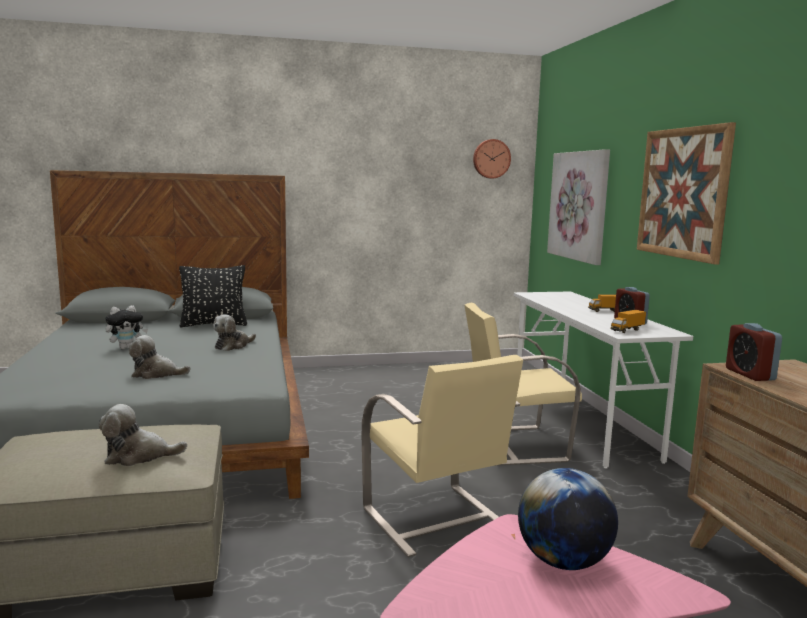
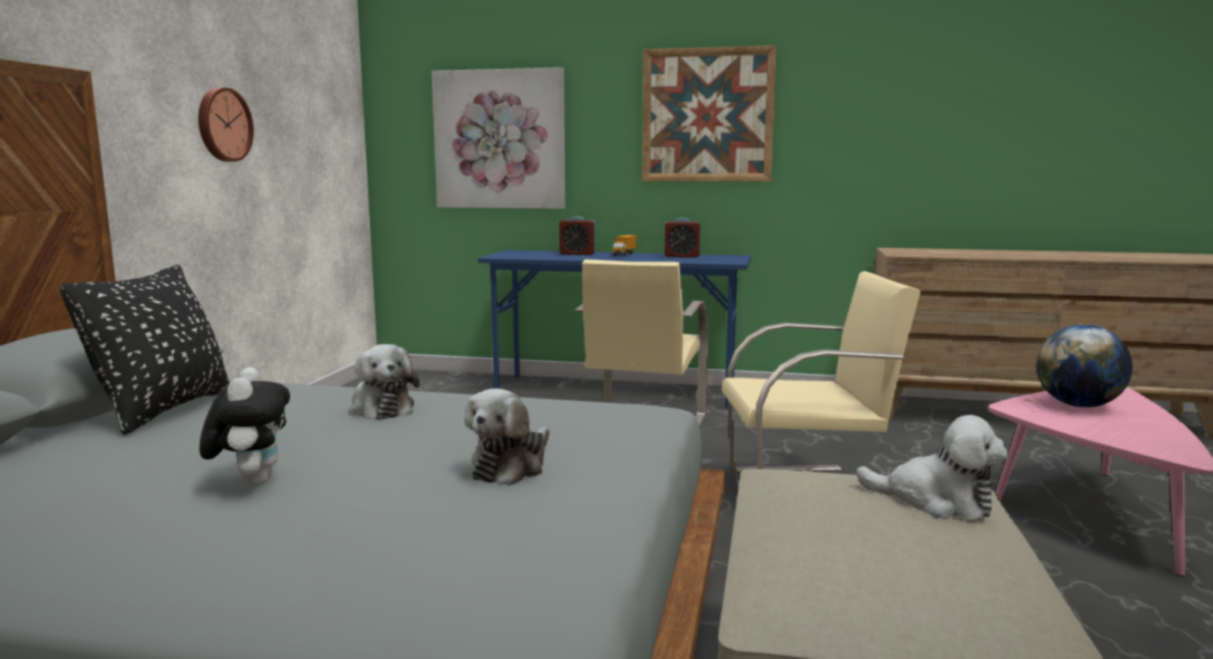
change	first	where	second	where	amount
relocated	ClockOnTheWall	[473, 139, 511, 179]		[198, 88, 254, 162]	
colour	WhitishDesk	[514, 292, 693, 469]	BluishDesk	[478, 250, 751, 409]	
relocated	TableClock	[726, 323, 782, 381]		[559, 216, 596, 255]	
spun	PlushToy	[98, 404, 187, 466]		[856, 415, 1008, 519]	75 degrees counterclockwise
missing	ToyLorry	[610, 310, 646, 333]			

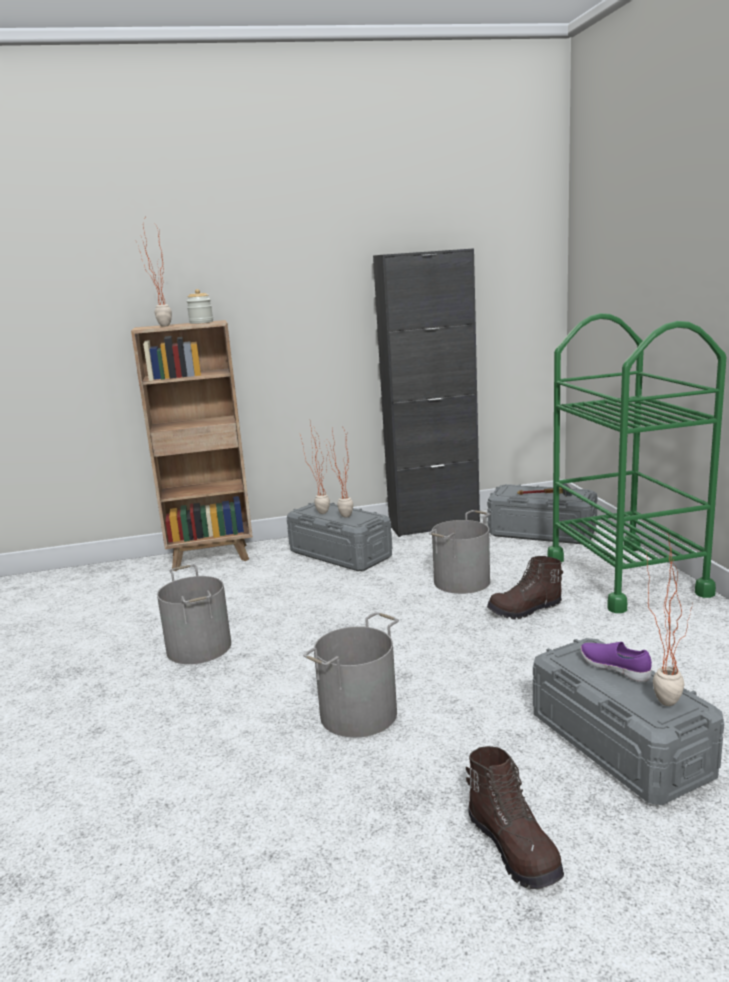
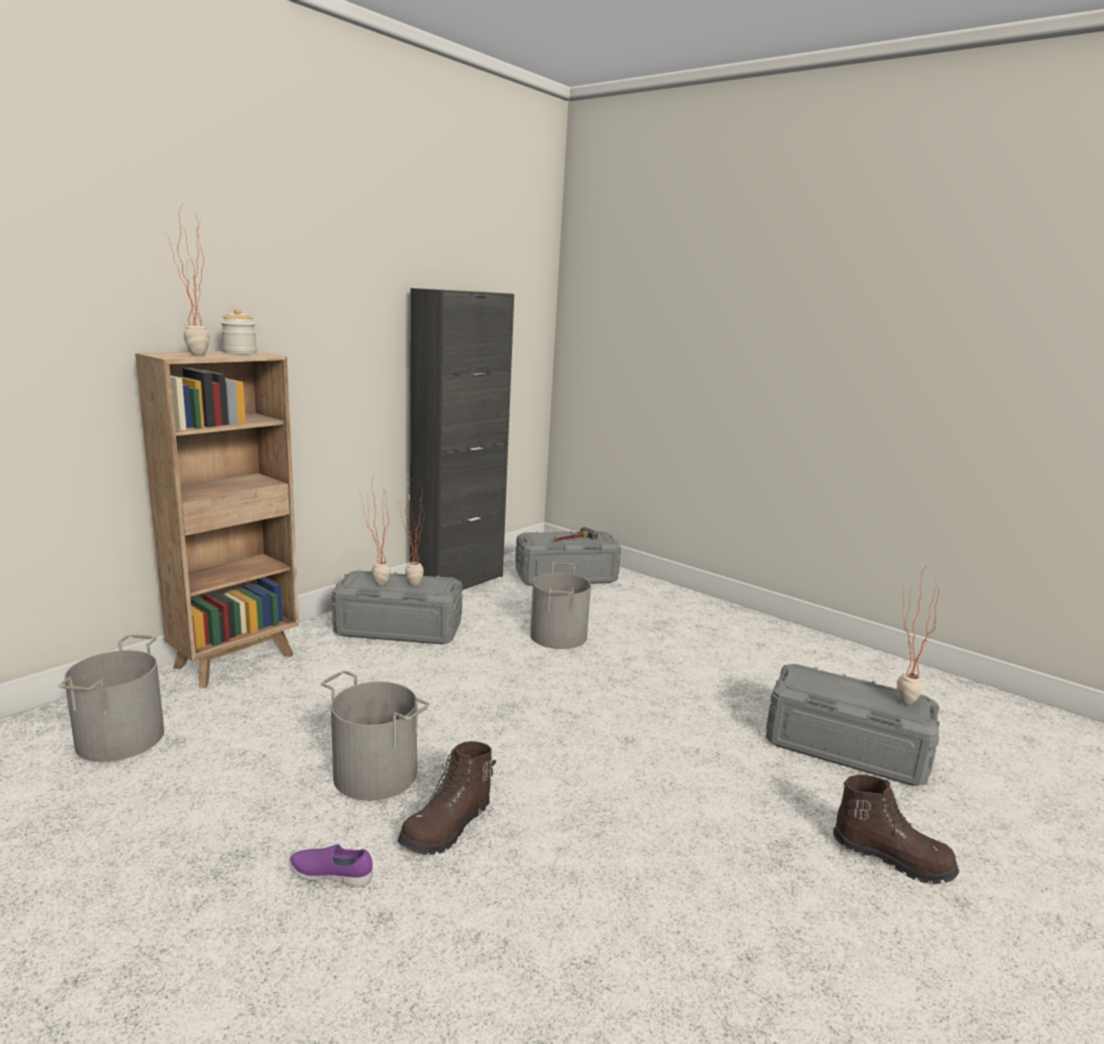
change	first	where	second	where	amount
relocated	GreyishWaterBucket	[303, 612, 399, 738]		[58, 635, 164, 762]	
relocated	PurplishLowShoe	[580, 642, 652, 682]		[290, 844, 373, 887]	
relocated	BrownishHighTopBoot	[487, 556, 563, 619]		[397, 741, 496, 855]	
missing	GreenishTrolley	[548, 313, 726, 613]			

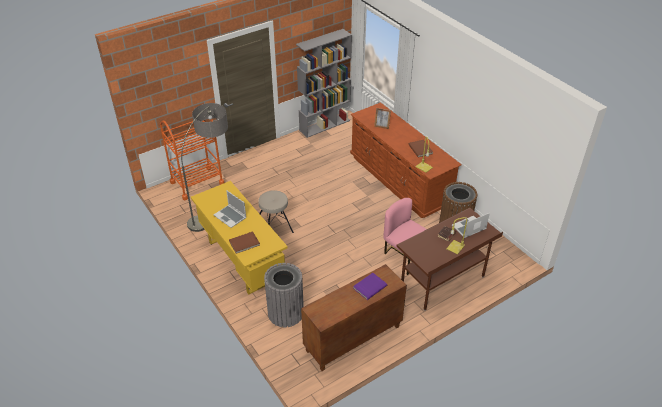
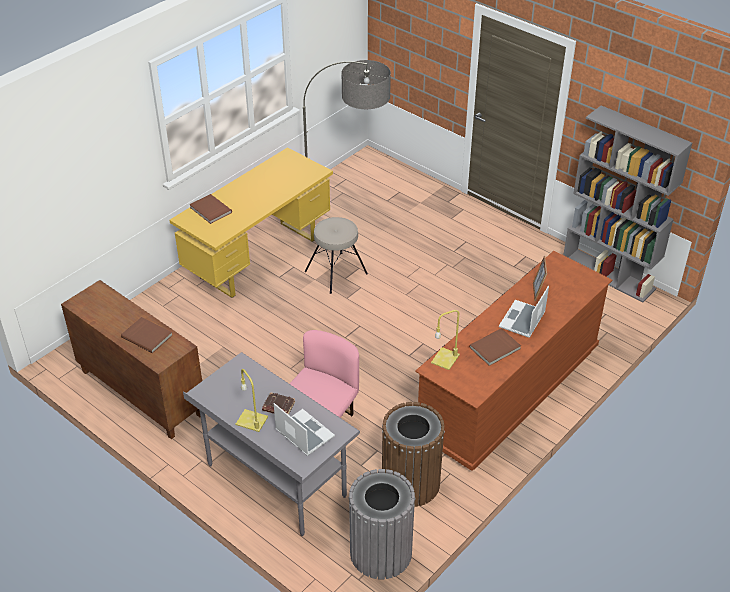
change	first	where	second	where	amount
colour	PurplishBoundBook	[353, 273, 387, 300]	BrownishBoundBook	[121, 317, 173, 353]	
colour	BrownishDesk	[396, 208, 503, 311]	GreyishDesk	[183, 352, 360, 536]	
relocated	GreyishTrashCan	[264, 263, 304, 327]		[348, 469, 415, 579]	
relocated	Laptop	[214, 190, 247, 228]		[499, 286, 549, 338]	
missing	OrangeTrolley	[160, 119, 224, 200]			

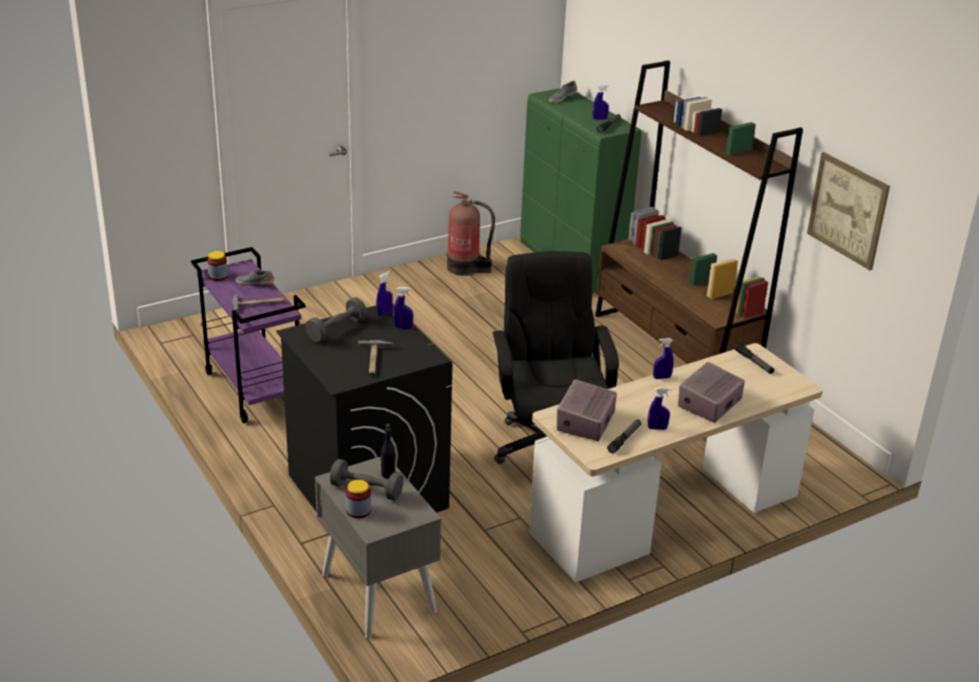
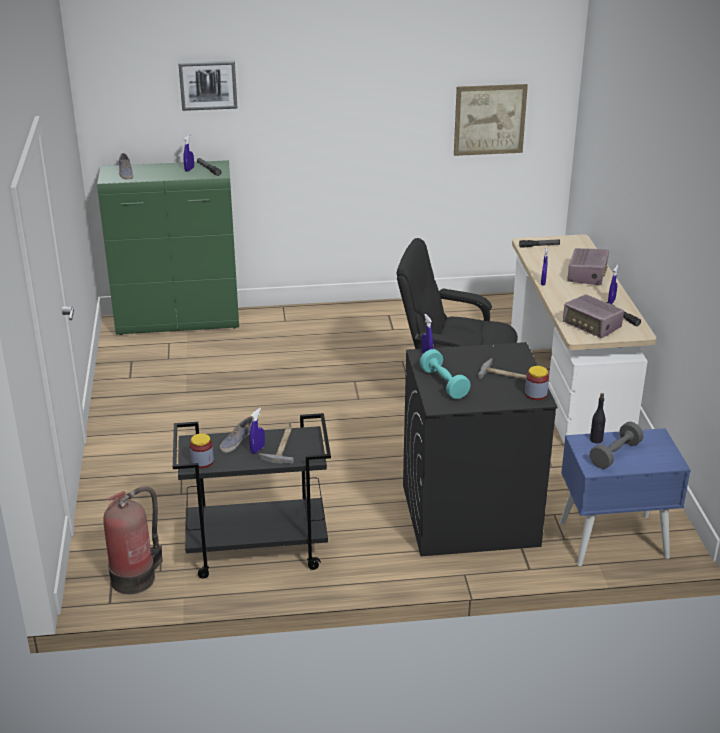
change	first	where	second	where	amount
relocated	FireFightingCylinder	[447, 191, 495, 276]		[103, 486, 163, 594]	
colour	PurplishTrolley	[191, 247, 305, 423]	BlackTrolley	[173, 413, 331, 579]	
appeared			WallPicture	[178, 60, 237, 111]	
relocated	BluishSprayer	[393, 287, 413, 329]		[249, 408, 265, 454]	
colour	GreyishHandWeight	[305, 297, 367, 343]	TurquoiseColouredHandWeight	[419, 349, 471, 399]	
relocated	StorageJar	[346, 480, 371, 518]		[525, 366, 549, 400]	
colour	GreyishNightstand	[315, 456, 441, 638]	BluishNightstand	[560, 428, 691, 566]	
spun	RadioSet	[678, 362, 745, 423]		[567, 248, 609, 285]	135 degrees counterclockwise
missing	BrownishBookcase	[595, 60, 803, 364]			

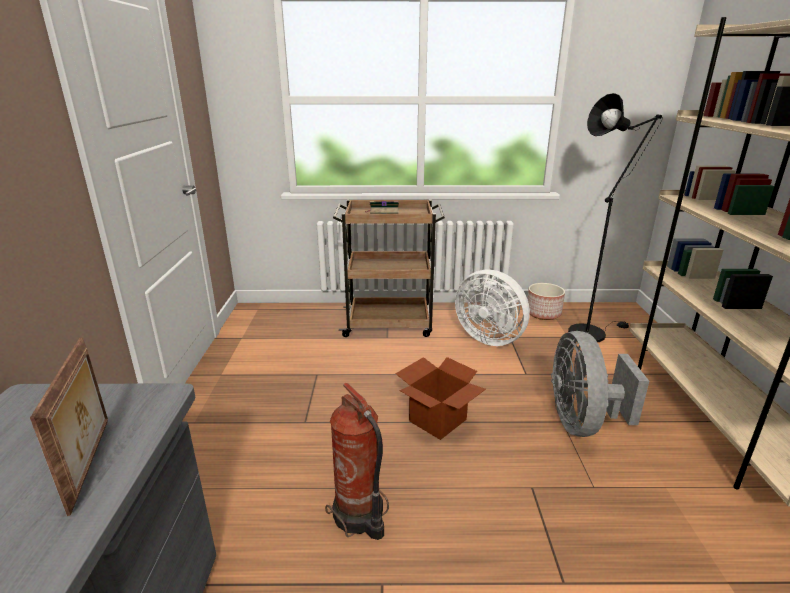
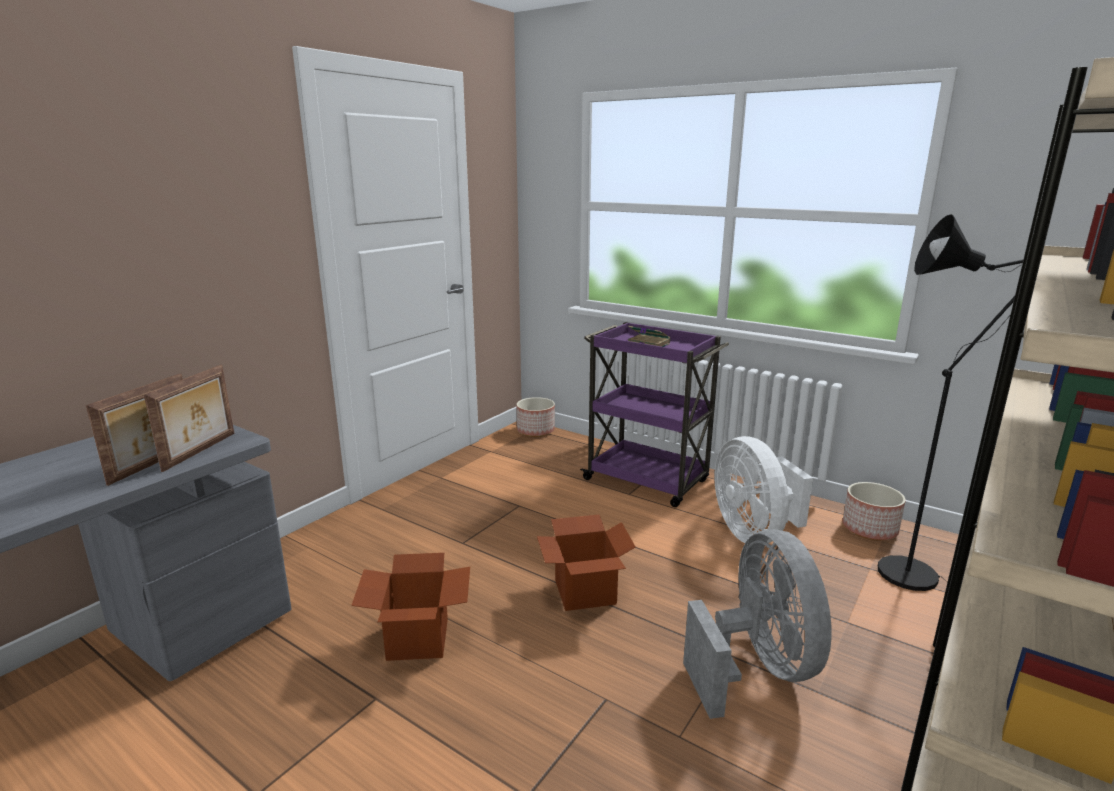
change	first	where	second	where	amount
appeared			PhotoFrame	[144, 365, 234, 472]	
exchanged	FireFightingCylinder	[325, 383, 389, 540]	PackingBox	[351, 553, 470, 661]	
appeared			PlantPot	[516, 397, 555, 437]	
colour	BrownishTrolley	[333, 200, 445, 337]	PurplishTrolley	[580, 322, 729, 507]	
spun	GreyishCoolingFan	[551, 331, 649, 437]		[683, 529, 832, 719]	135 degrees clockwise

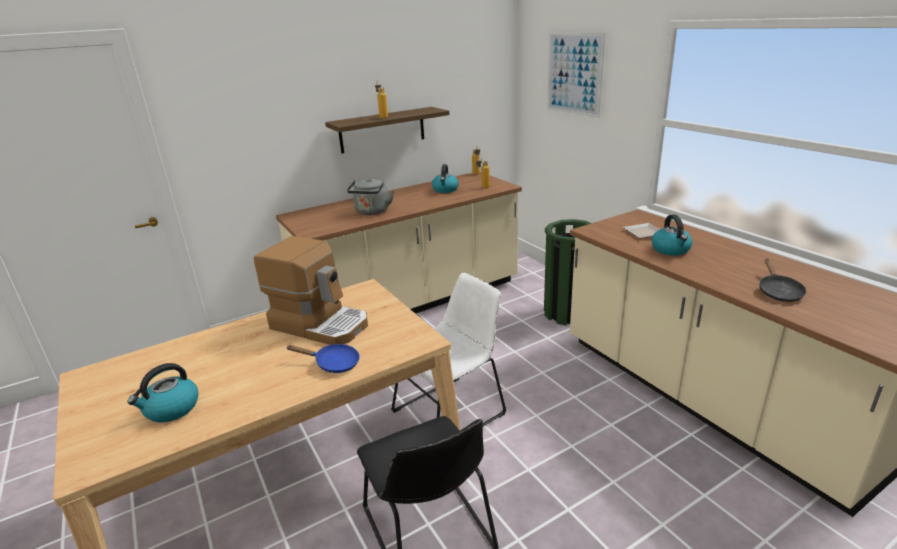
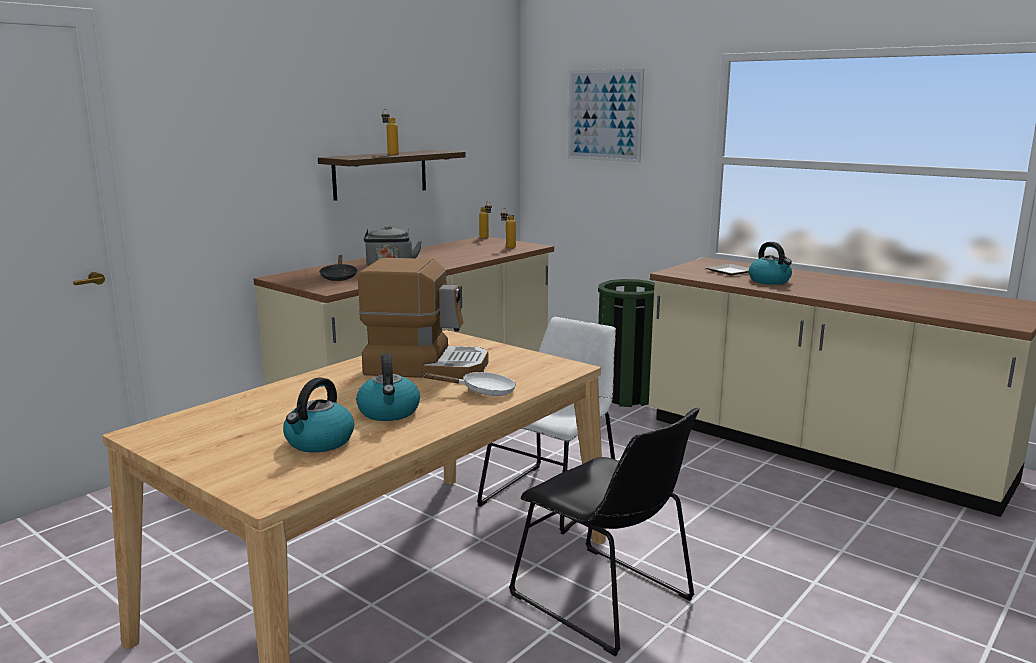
change	first	where	second	where	amount
relocated	BlackPan	[759, 259, 806, 302]		[319, 255, 358, 281]	
relocated	TeaKettle	[432, 164, 459, 193]		[356, 353, 420, 421]	
colour	BluishPan	[286, 344, 360, 373]	WhitishPan	[424, 372, 516, 396]	

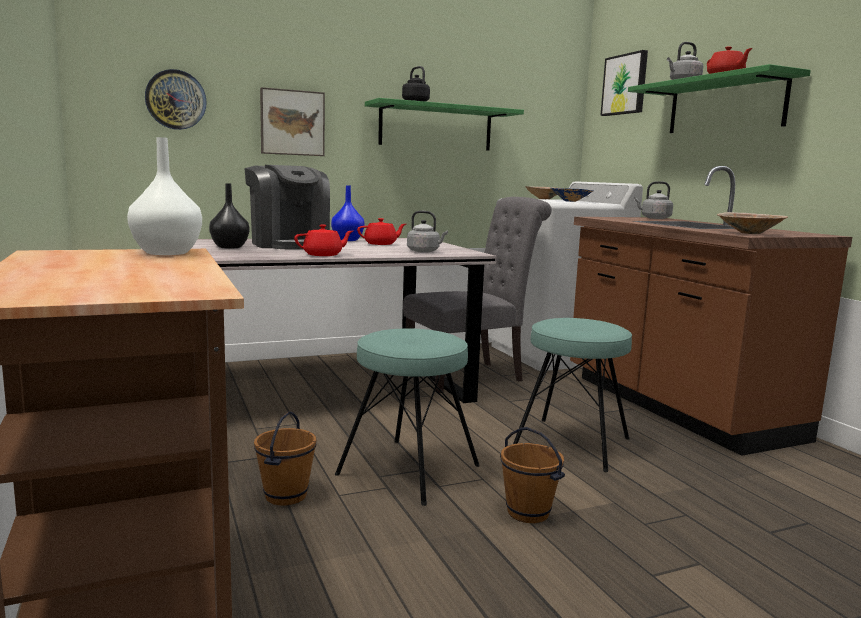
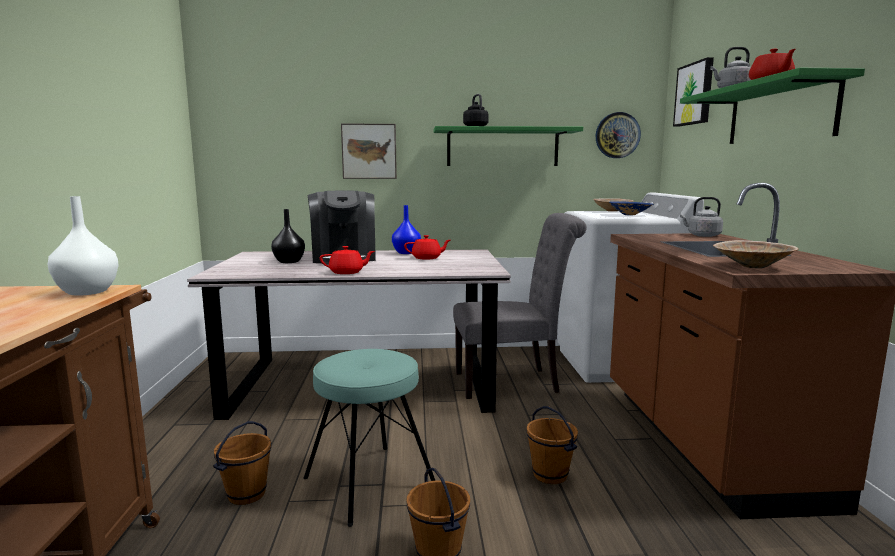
change	first	where	second	where	amount
exchanged	TurquoiseColouredStool	[513, 318, 632, 472]	BrownishWaterBucket	[527, 406, 578, 484]	
relocated	ClockOnTheWall	[145, 69, 207, 130]		[596, 112, 641, 158]	
missing	GreyishTeaKettle	[407, 211, 448, 253]			

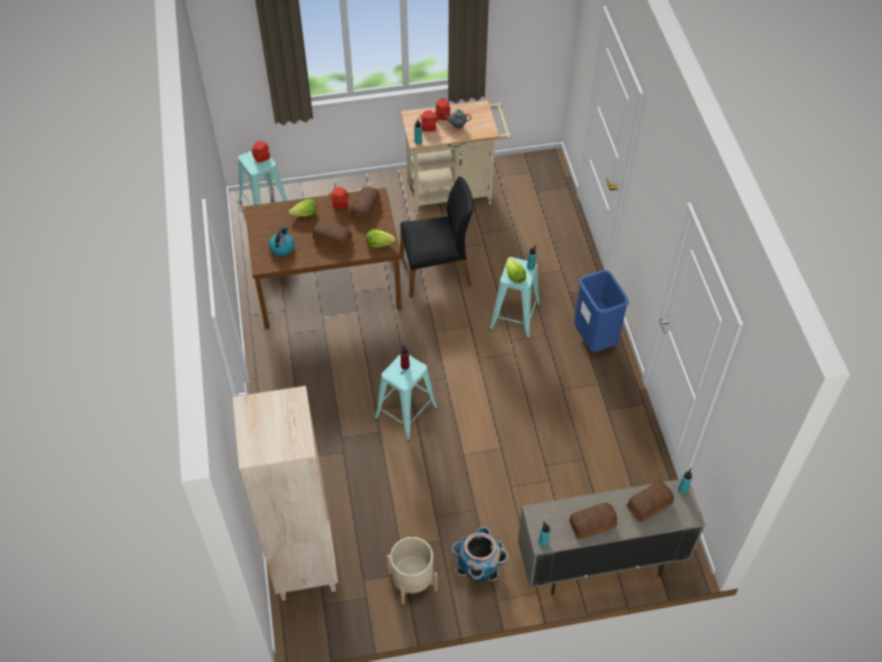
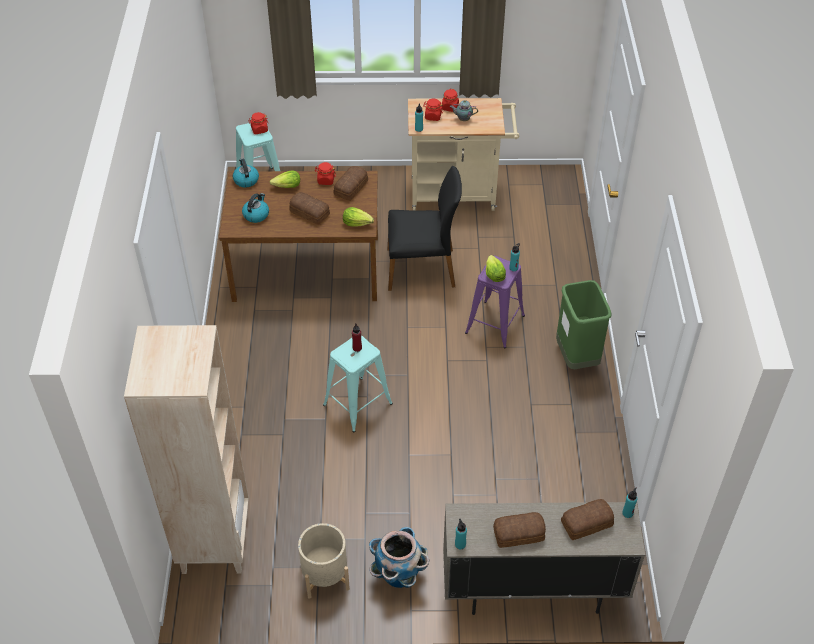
change	first	where	second	where	amount
appeared			TeaKettle	[233, 159, 259, 187]	
colour	TurquoiseColouredStool	[489, 257, 540, 339]	PurplishStool	[465, 256, 525, 348]	
colour	BluishTrashCan	[574, 270, 629, 352]	GreenishTrashCan	[556, 280, 612, 369]	

